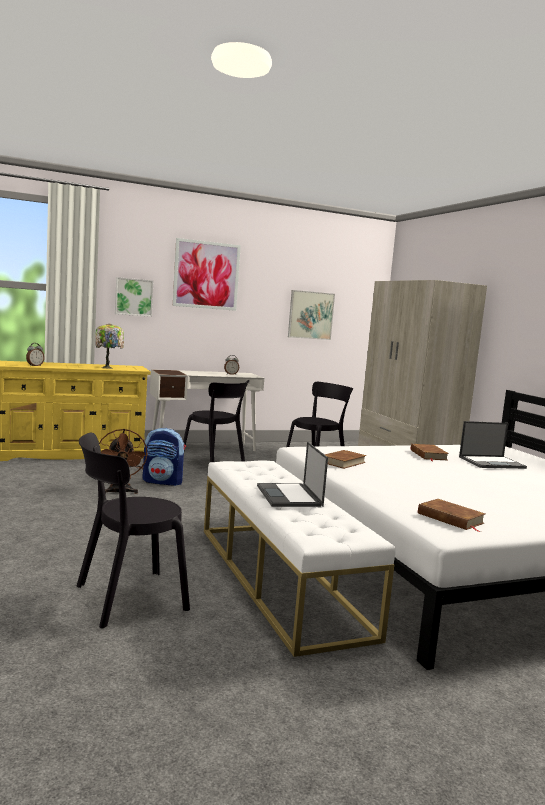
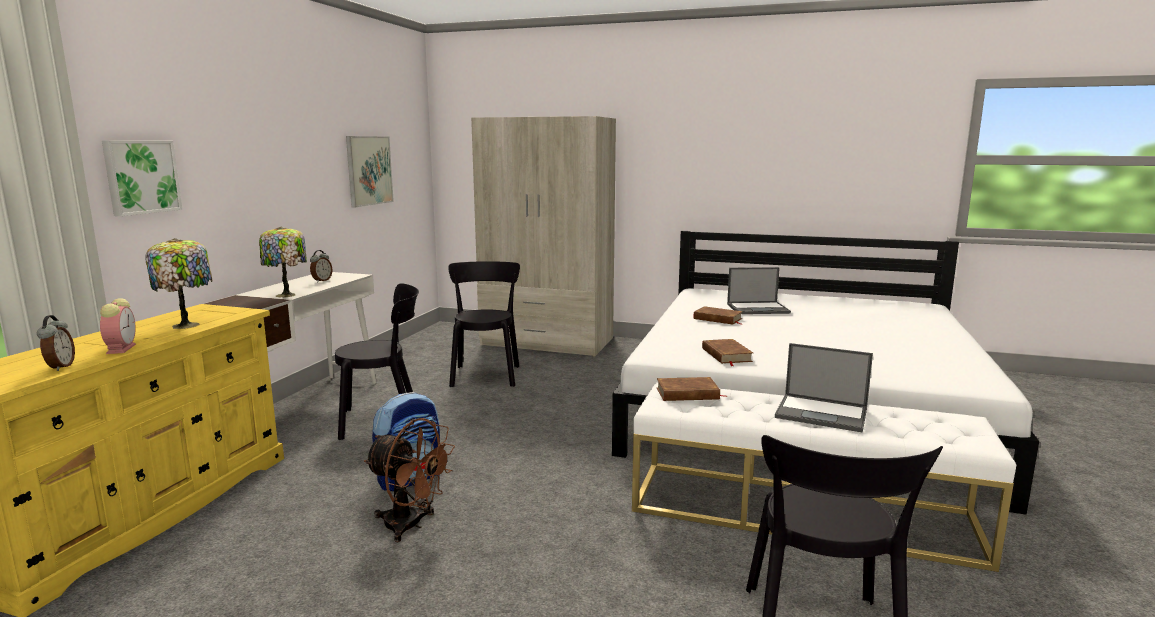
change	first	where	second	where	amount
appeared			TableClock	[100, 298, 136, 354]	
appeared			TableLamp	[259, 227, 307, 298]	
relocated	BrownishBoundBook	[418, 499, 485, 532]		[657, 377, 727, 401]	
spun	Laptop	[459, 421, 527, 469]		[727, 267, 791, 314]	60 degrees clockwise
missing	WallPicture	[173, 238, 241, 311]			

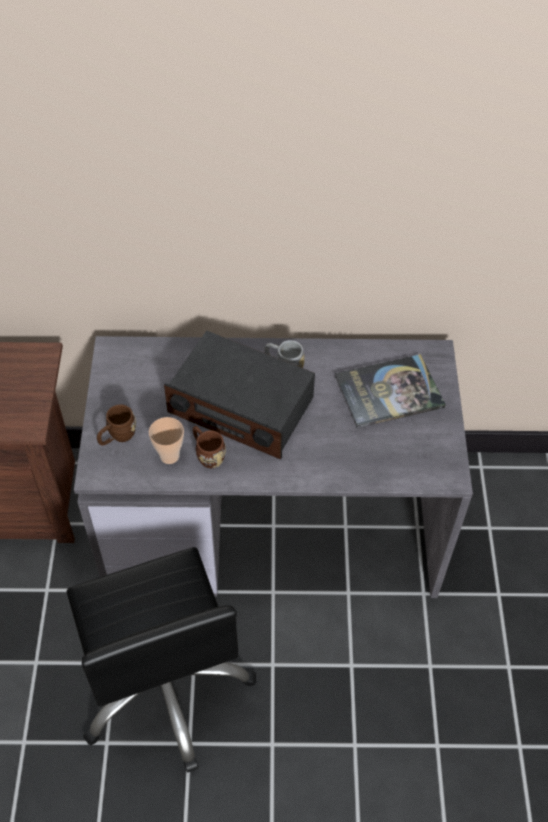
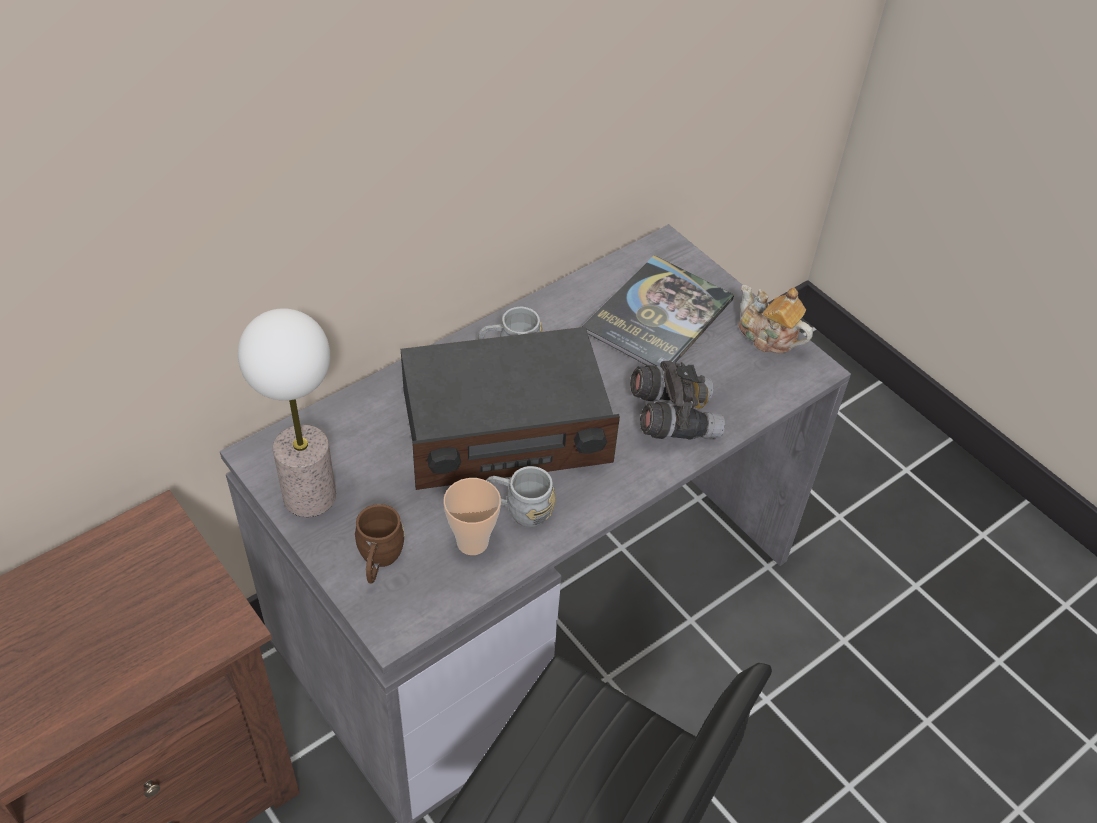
change	first	where	second	where	amount
appeared			TableLamp	[238, 308, 336, 517]	
colour	BrownishTeaMug	[193, 426, 226, 468]	GreyishTeaMug	[486, 466, 556, 528]	
appeared			GreyishPairOfBinoculars	[630, 360, 725, 440]	
appeared			TeaPot	[738, 285, 813, 353]	

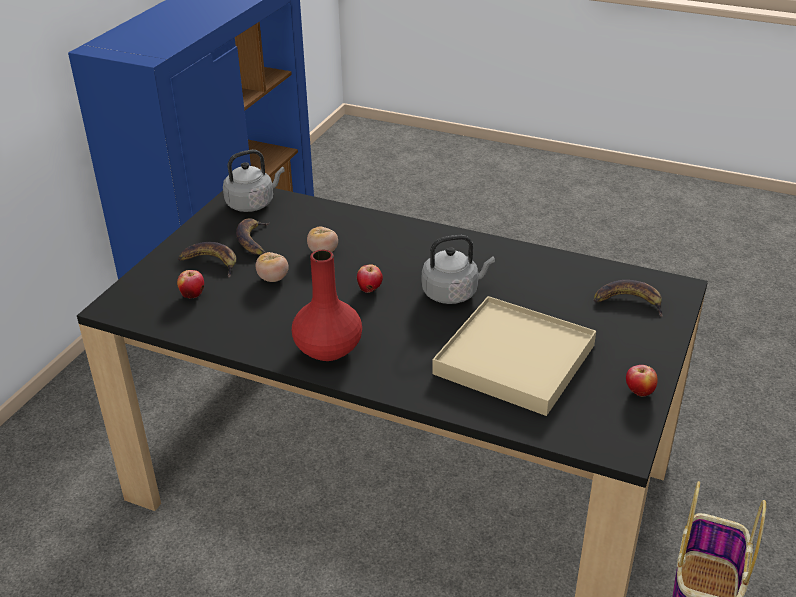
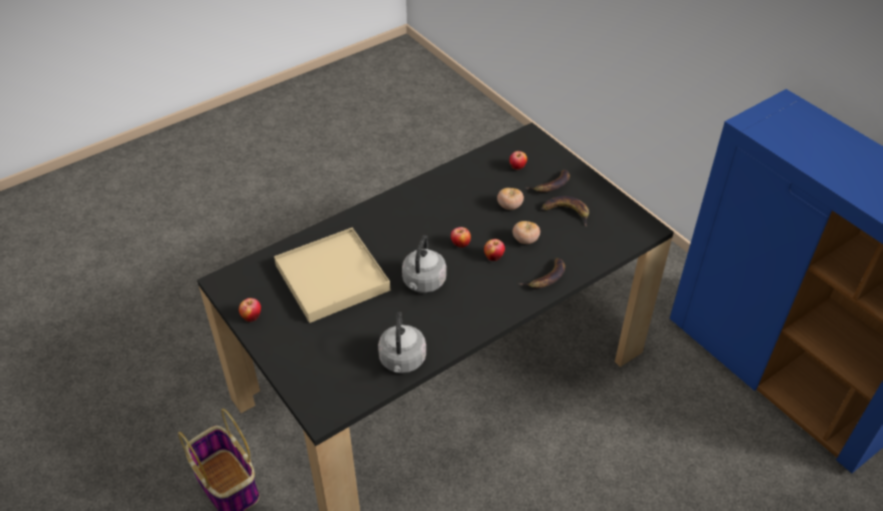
change	first	where	second	where	amount
relocated	GreyishTeaKettle	[223, 150, 285, 212]		[378, 312, 426, 373]	
appeared			WholeApple	[484, 239, 505, 261]	
relocated	BananaFruit	[594, 280, 663, 317]		[519, 258, 565, 288]	
missing	ReddishVase	[292, 250, 362, 361]			

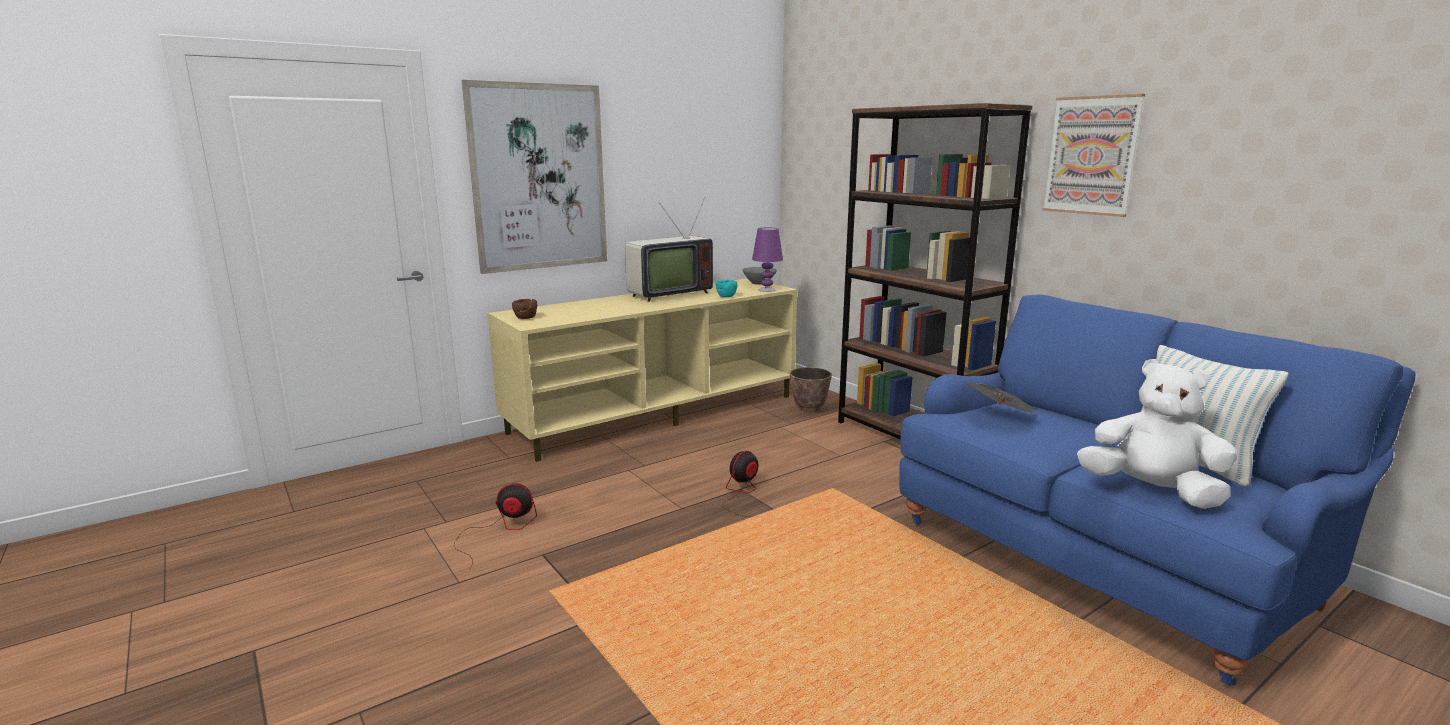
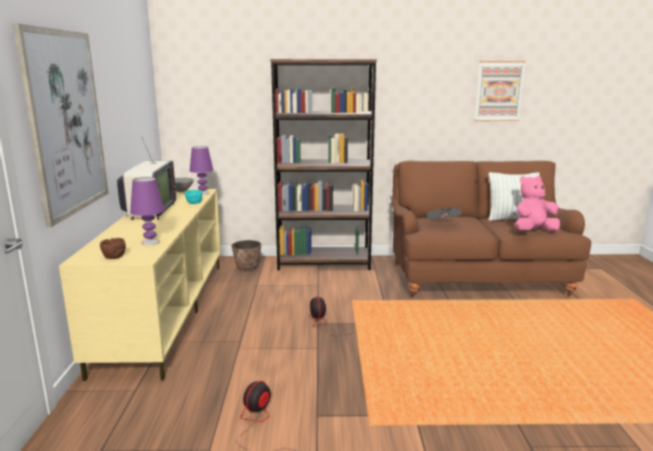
change	first	where	second	where	amount
appeared			PurplishTableLamp	[130, 177, 164, 245]	
colour	BluishSofa	[899, 294, 1416, 686]	BrownishSofa	[391, 161, 591, 297]	
relocated	WallPicture	[1042, 94, 1145, 217]		[475, 61, 525, 121]	
colour	WhitishPlushToy	[1077, 359, 1237, 509]	PinkPlushToy	[515, 176, 560, 231]	

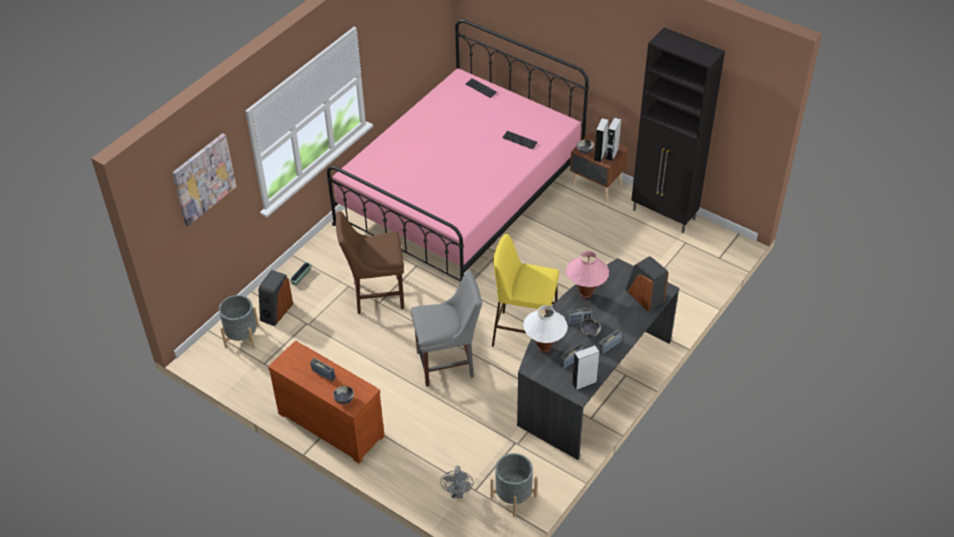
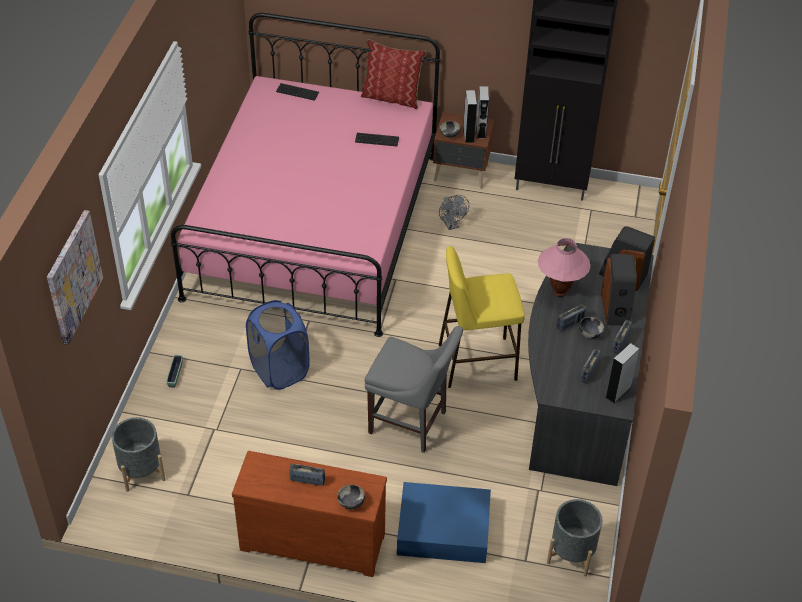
change	first	where	second	where	amount
exchanged	BrownishUprightChair	[336, 211, 404, 314]	BluishWashingBasket	[246, 300, 310, 390]	
appeared			Cushion	[361, 39, 426, 109]	
spun	GreyishUprightChair	[411, 271, 482, 387]		[365, 326, 463, 453]	60 degrees clockwise
appeared			BluishStorageBox	[397, 482, 491, 563]	
relocated	GreyishCoolingFan	[440, 465, 473, 498]		[439, 195, 469, 230]	
relocated	Loudspeaker	[258, 270, 293, 326]		[601, 254, 637, 326]	
missing	WhitishTableLamp	[523, 305, 568, 353]			

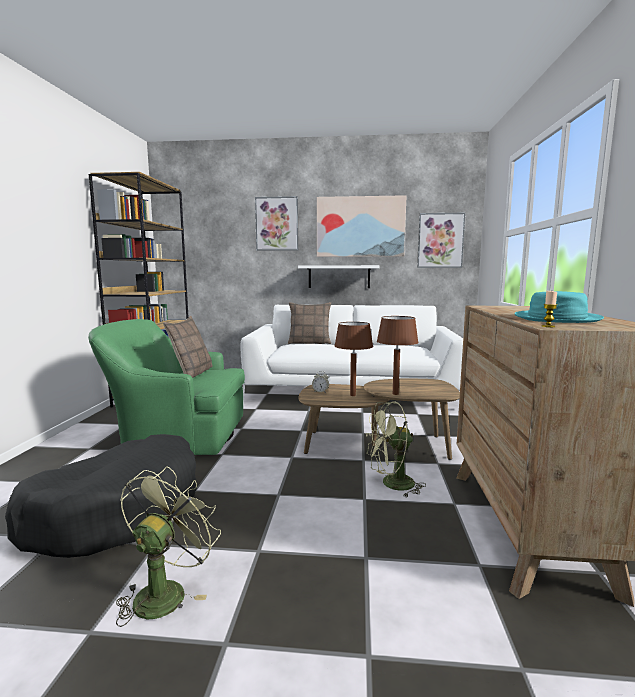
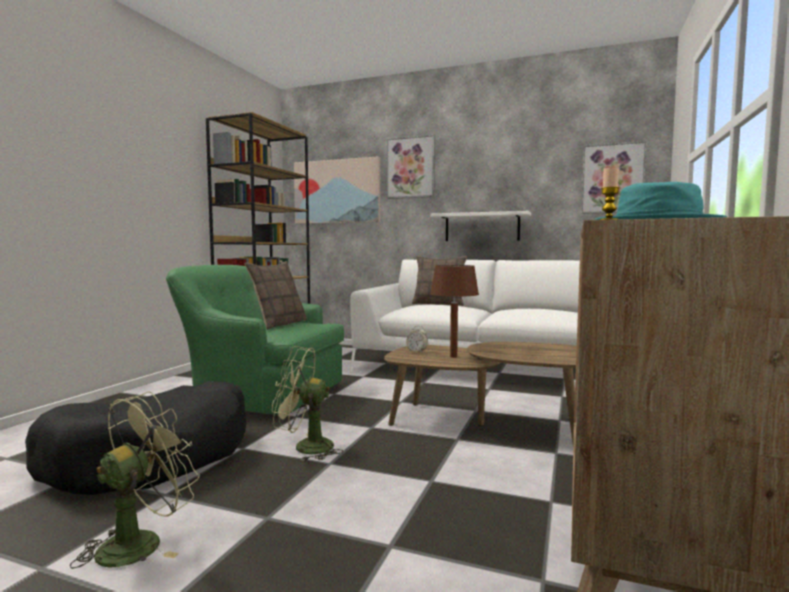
change	first	where	second	where	amount
relocated	GreenishCoolingFan	[366, 401, 426, 497]		[272, 346, 343, 461]	
relocated	WallPicture	[317, 195, 406, 257]		[294, 156, 380, 224]	
missing	BrownishTableLamp	[377, 316, 419, 395]			

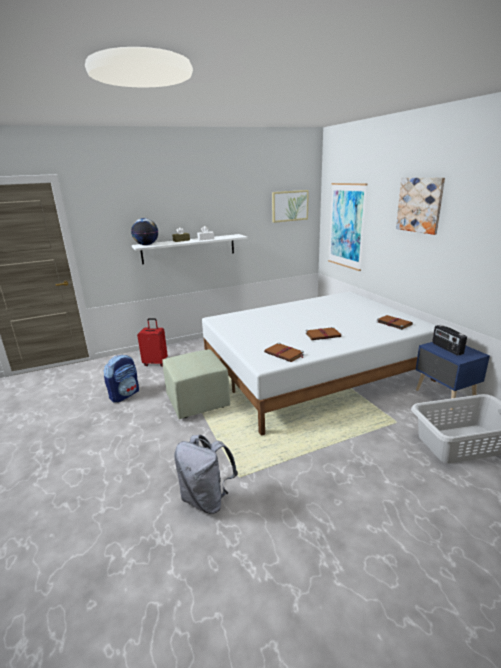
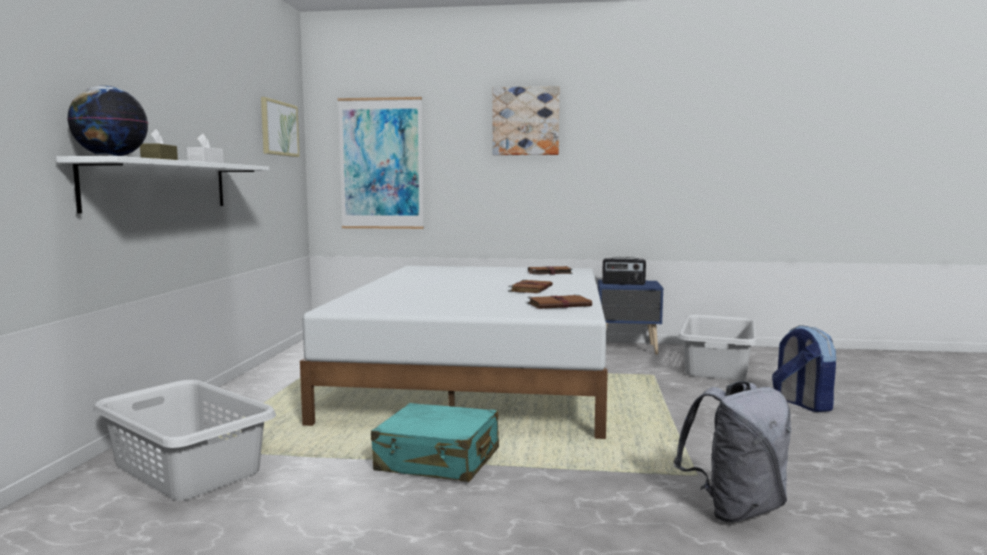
change	first	where	second	where	amount
exchanged	ReddishTravelCase	[137, 318, 168, 367]	GreyishWashingBasket	[93, 380, 276, 500]	
exchanged	GreenishPouffe	[162, 349, 230, 419]	TurquoiseColouredTravelCase	[371, 403, 499, 482]	
relocated	Knapsack	[104, 354, 139, 403]		[772, 325, 836, 412]	

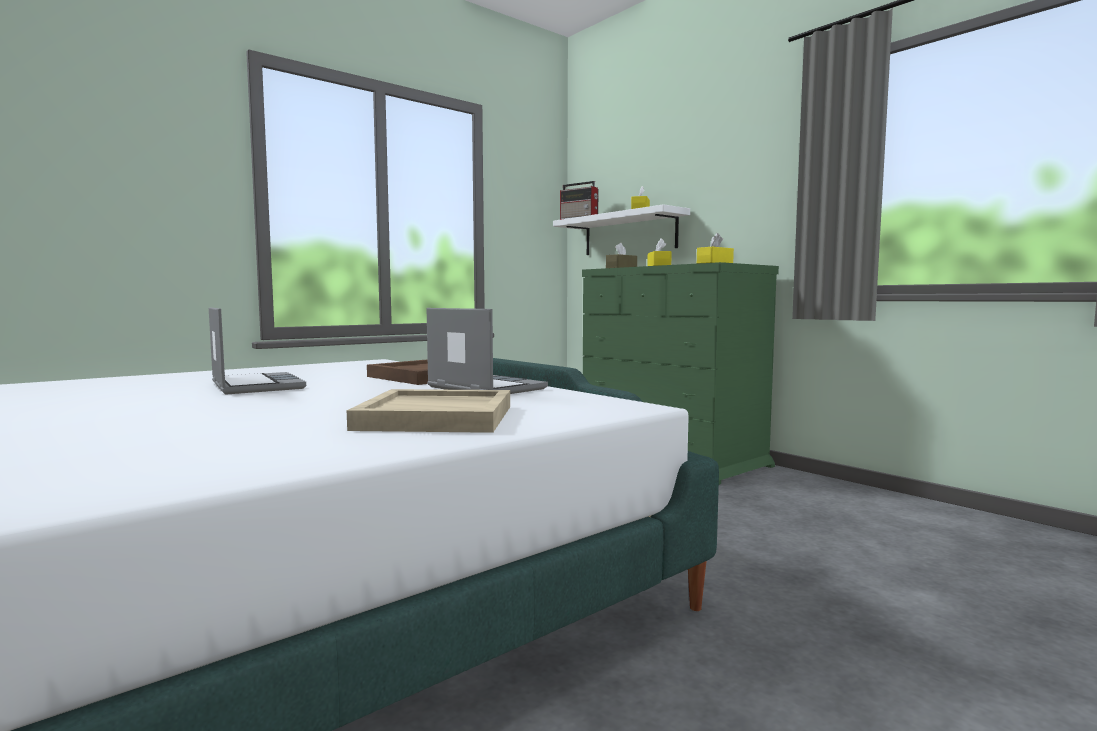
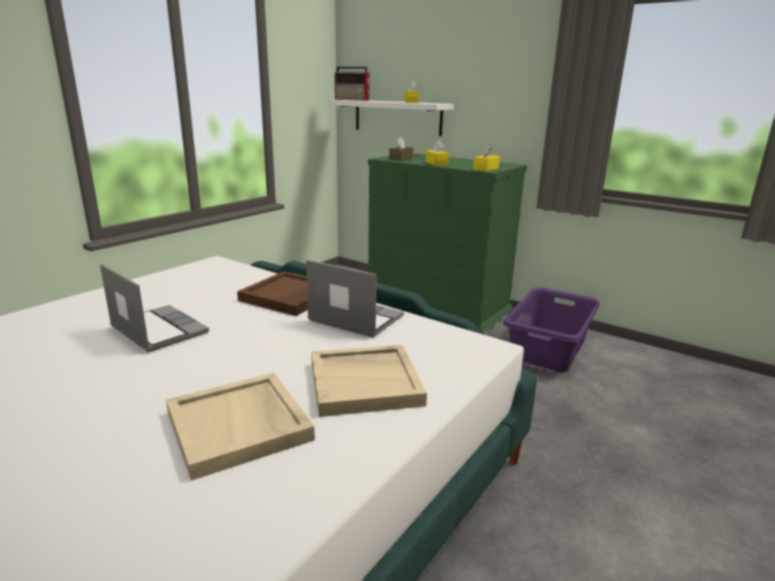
change	first	where	second	where	amount
appeared			BeigeCarryingTray	[166, 373, 315, 481]	
appeared			PurplishWashingBasket	[503, 287, 600, 372]	

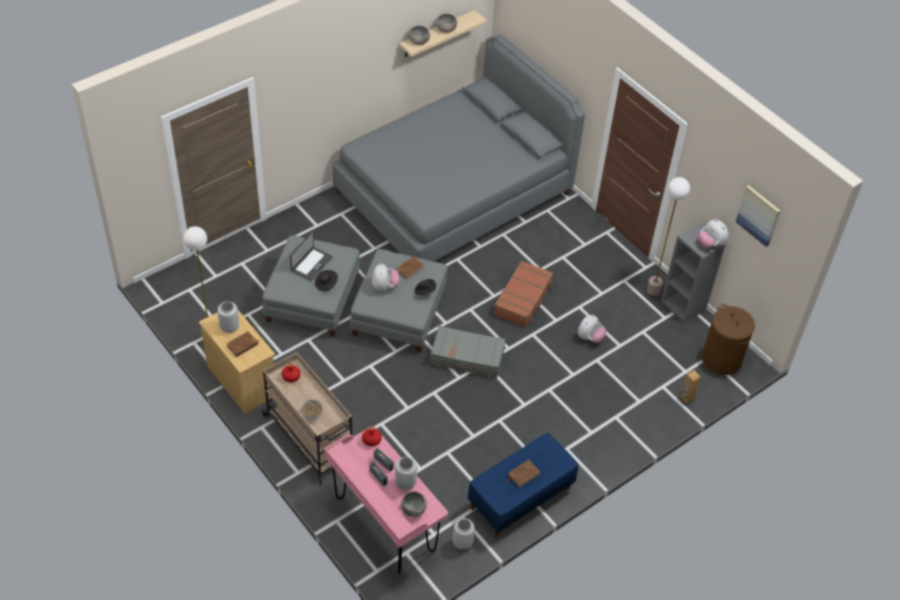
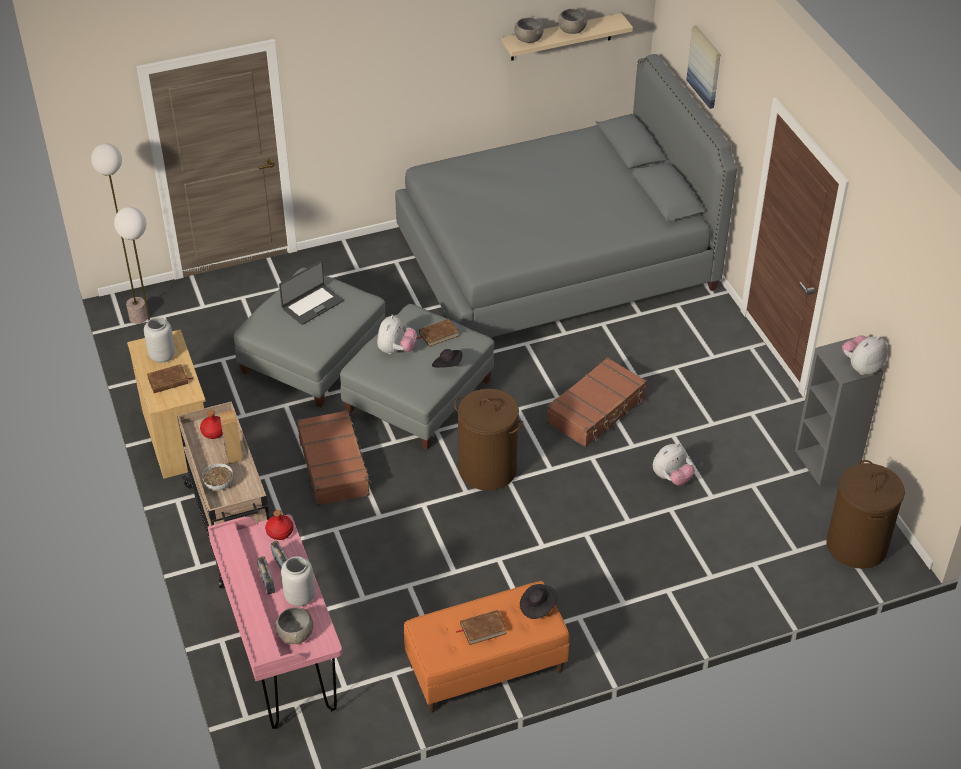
change	first	where	second	where	amount
relocated	StandingLamp	[647, 177, 690, 296]		[91, 143, 148, 324]	
relocated	BrownishLoudspeaker	[680, 370, 701, 404]		[220, 411, 243, 464]	
appeared			BrownishTravelCase	[297, 410, 372, 506]	
colour	BluishBench	[468, 433, 578, 537]	OrangeBench	[404, 581, 570, 713]	
exchanged	GreyishTravelCase	[430, 326, 506, 378]	BrownishWashingBasket	[454, 389, 523, 491]	
relocated	BlackClothingHat	[315, 270, 338, 292]		[520, 584, 558, 619]	
relocated	WallPicture	[736, 185, 780, 247]		[686, 26, 721, 109]	
spun	PlushToy	[698, 219, 729, 248]		[842, 335, 888, 375]	75 degrees clockwise
missing	GreyishVase	[453, 518, 475, 550]			

